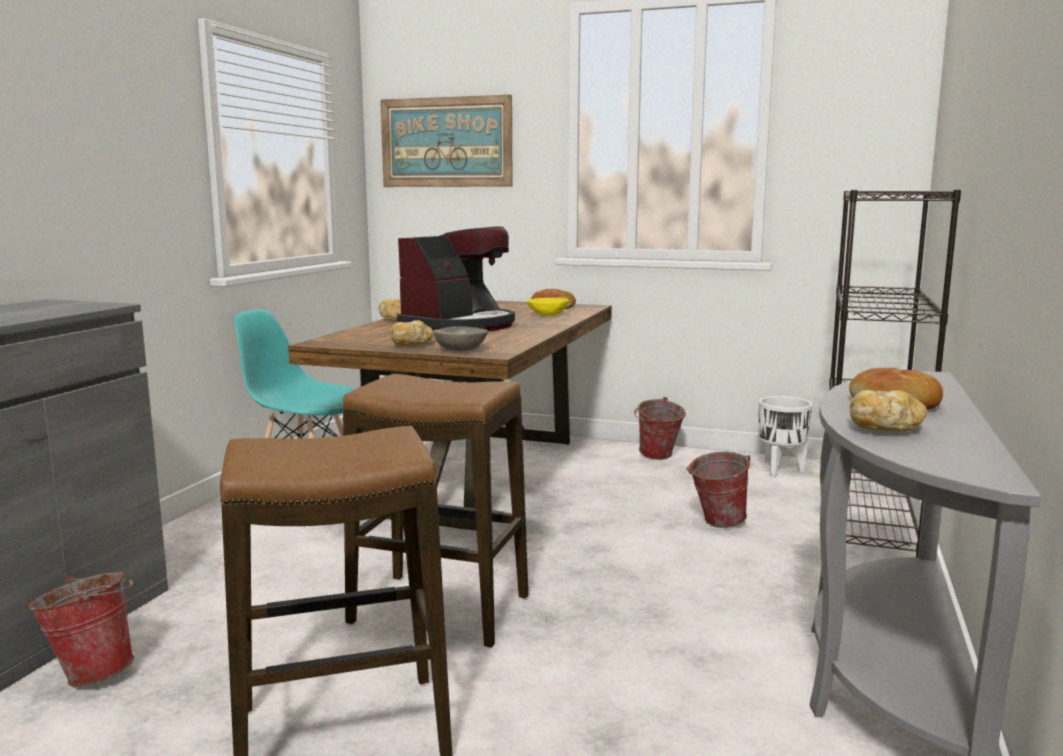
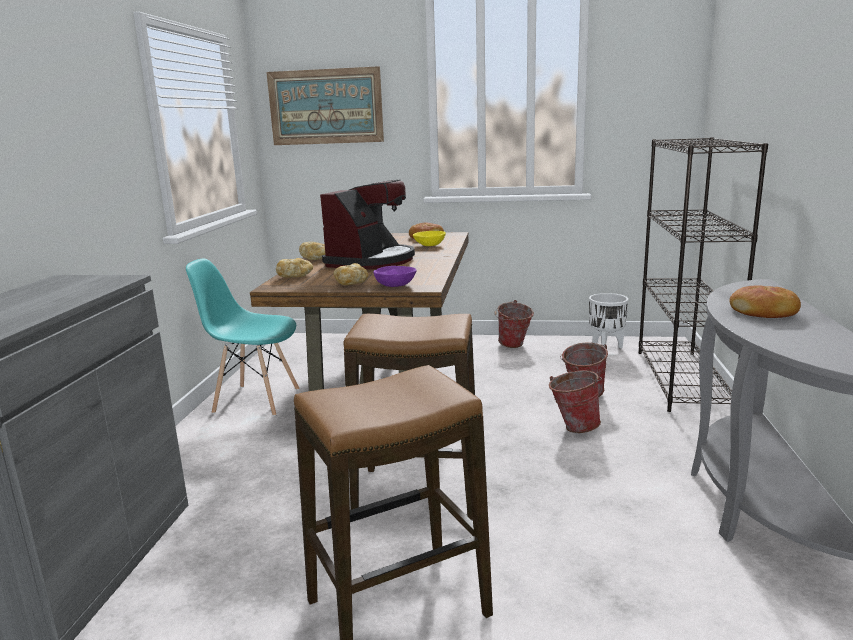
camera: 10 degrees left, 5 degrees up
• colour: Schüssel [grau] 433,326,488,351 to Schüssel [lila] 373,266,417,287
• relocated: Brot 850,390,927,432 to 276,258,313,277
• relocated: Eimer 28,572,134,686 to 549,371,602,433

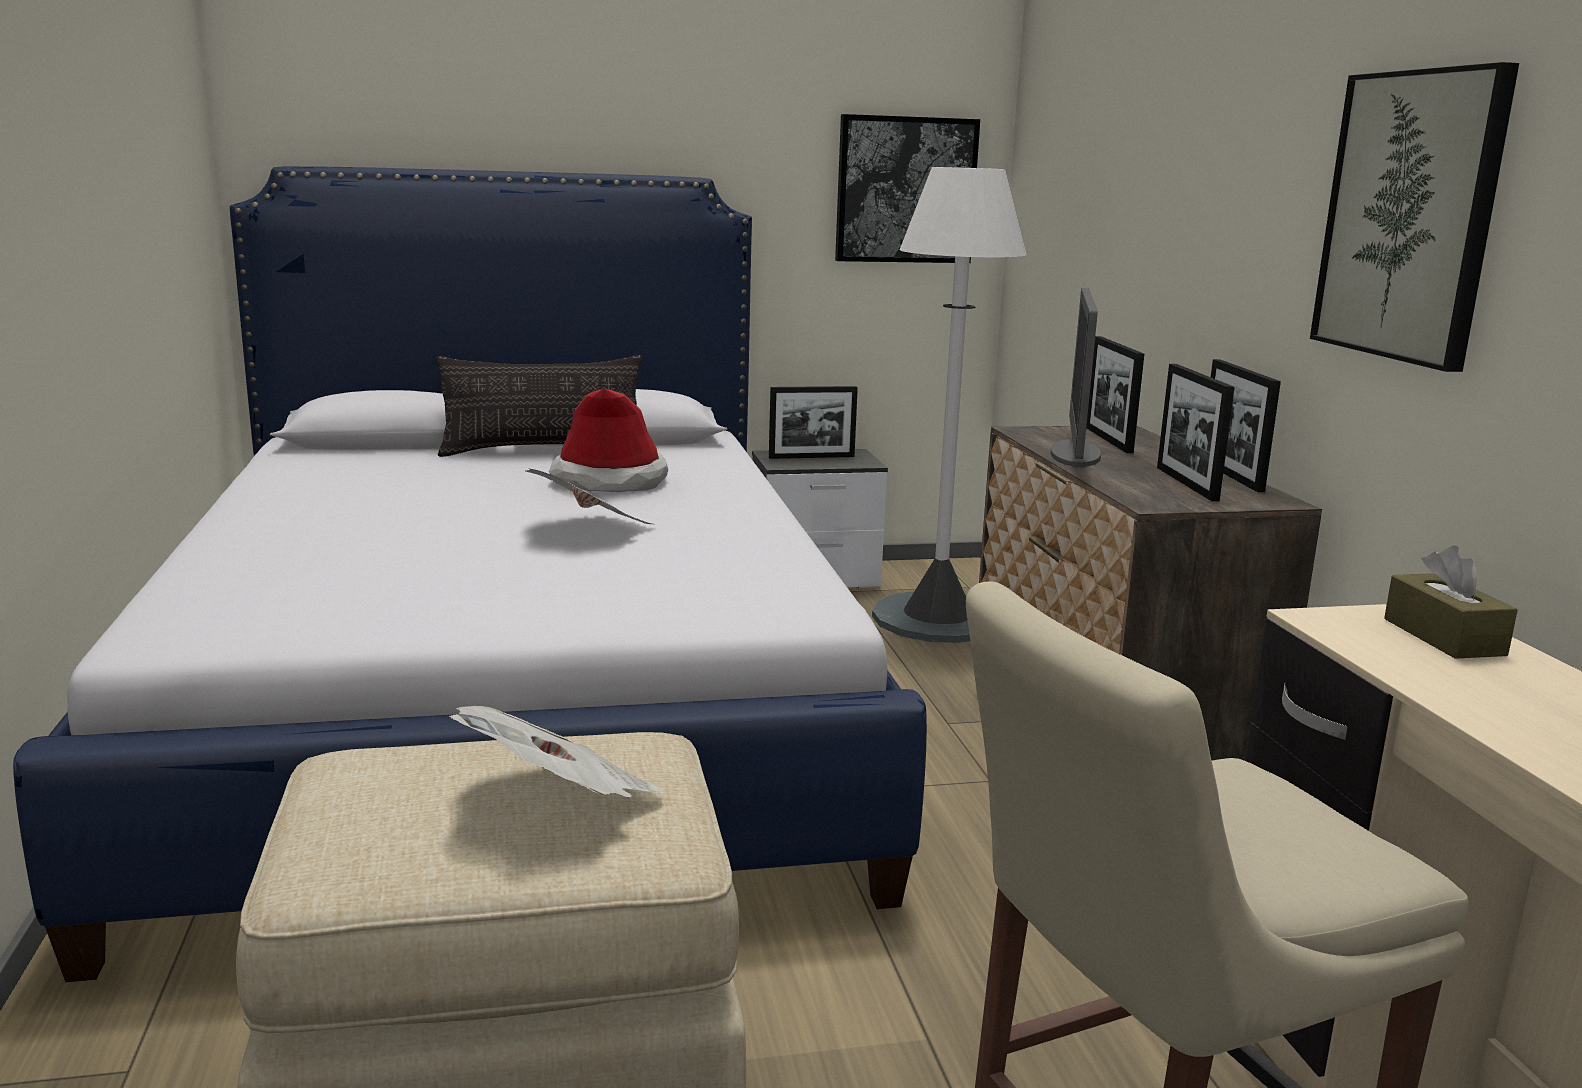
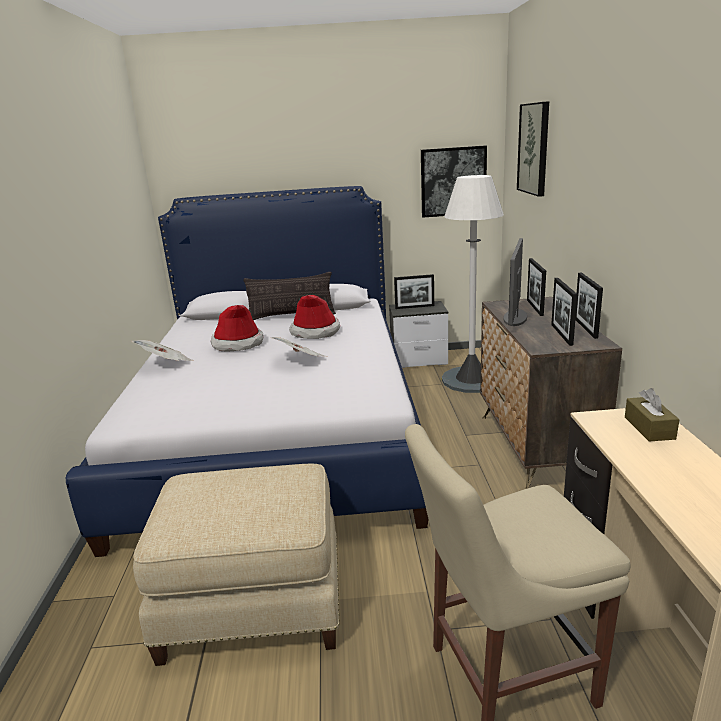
camera: 10 degrees right, 5 degrees up
• relocated: Bild 1310,62,1519,372 to 517,101,549,197
• relocated: Zeitung 449,706,664,798 to 131,340,194,361
• appeared: Hut 211,305,264,352

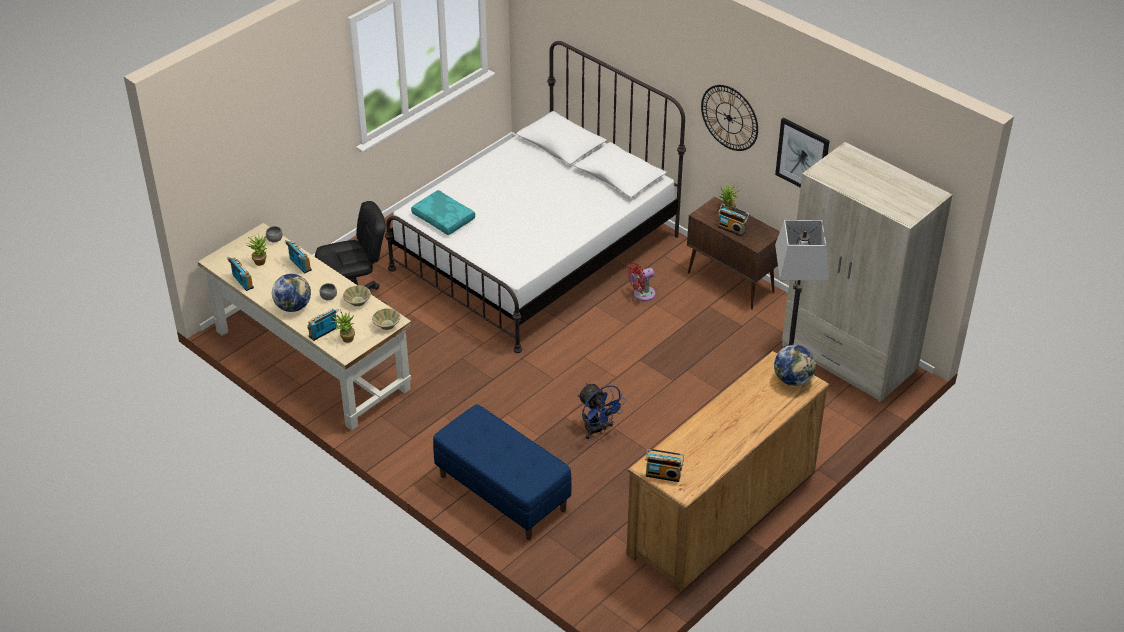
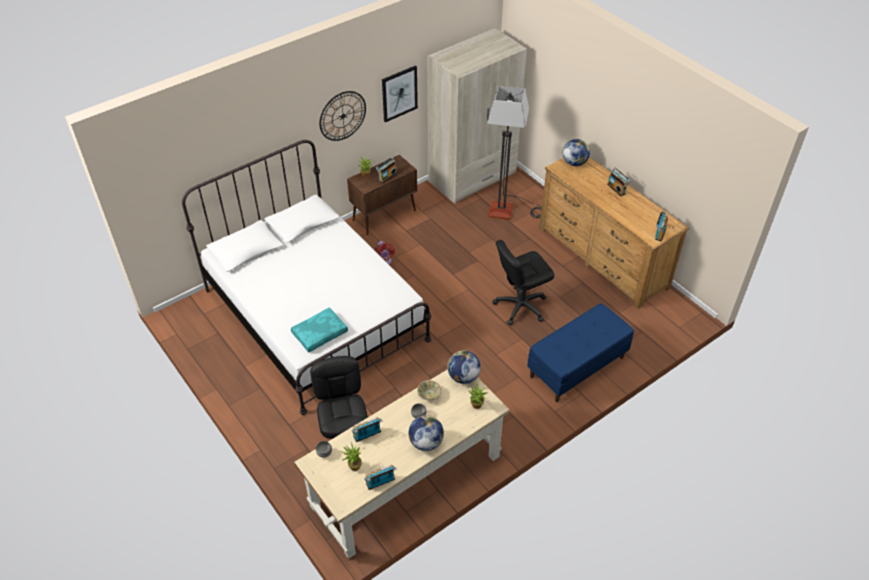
camera: 80 degrees left, 5 degrees up
• exchanged: Schüssel [beige] 372,308,400,330 to Globus 447,350,481,384
• relocated: Radio 307,309,339,341 to 607,168,631,196
• exchanged: Ventilator [blau] 578,383,626,439 to Bürostuhl [schwarz] 492,240,554,325

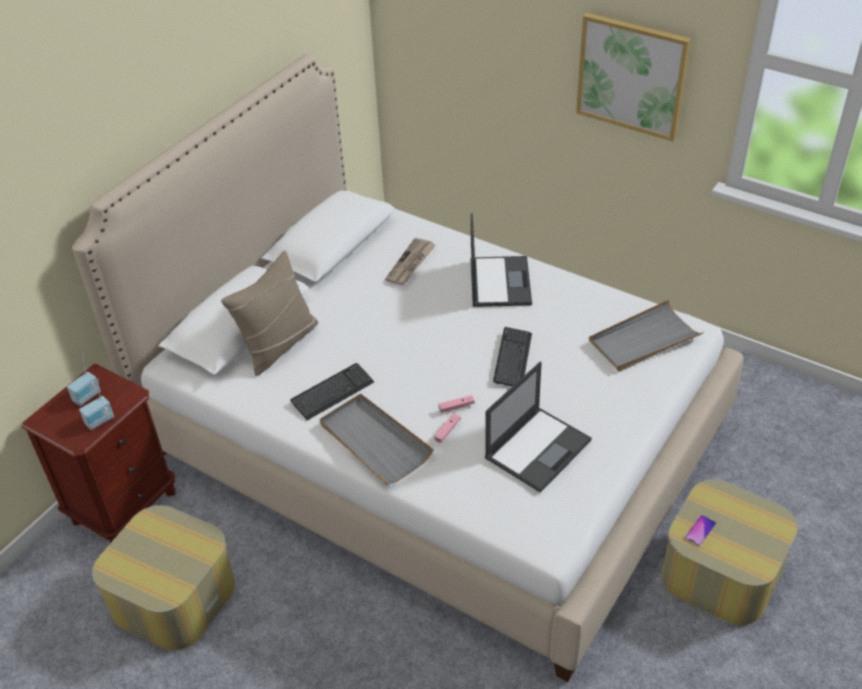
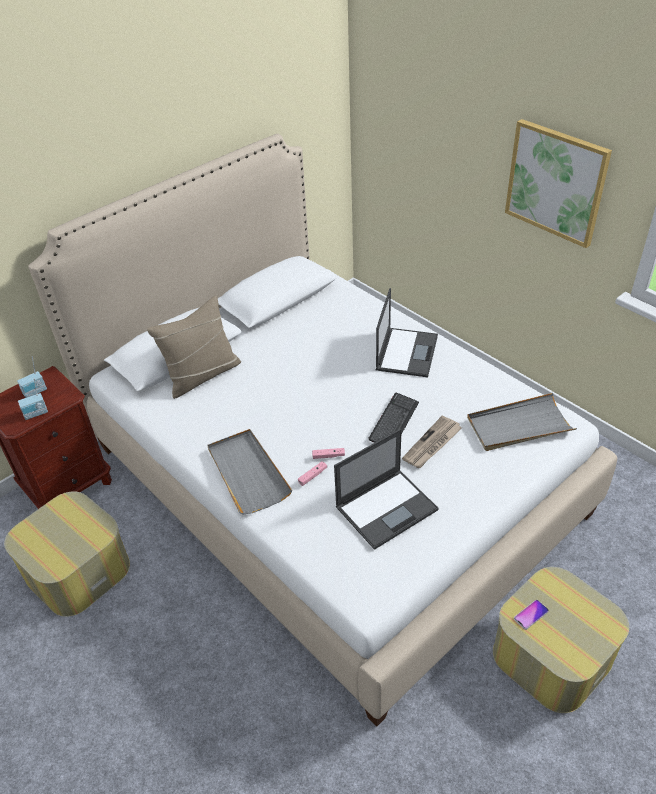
camera: 15 degrees right, 0 degrees up
• relocated: Zeitung 385,238,435,285 to 402,415,462,468
• missing: Tastatur 290,363,374,420

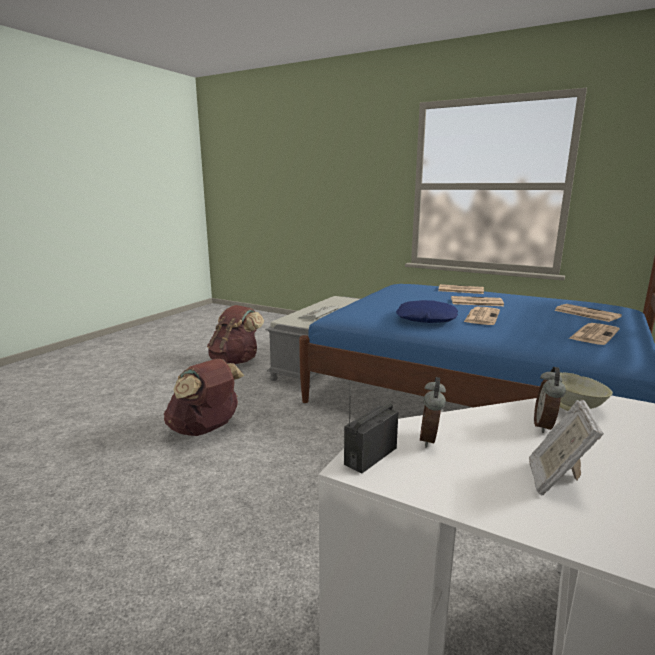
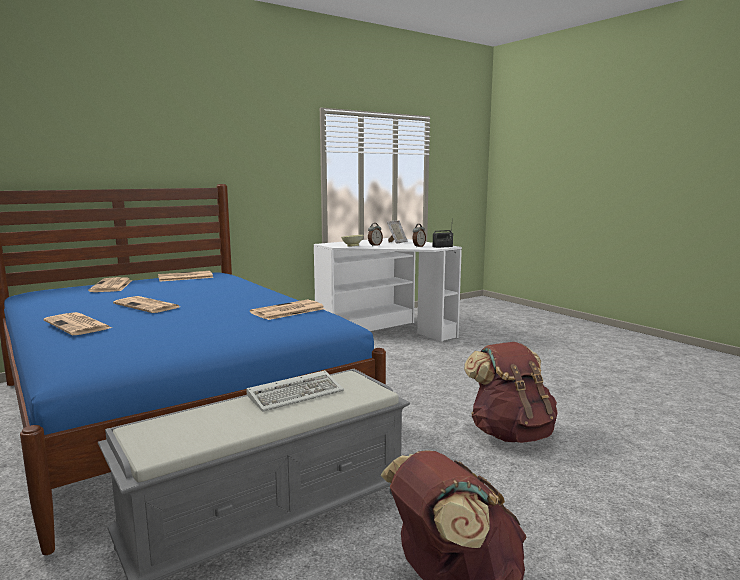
camera: 155 degrees left, 5 degrees down
• missing: Kissen [blau] 396,300,458,323
• relocated: Zeitung 464,307,500,325 to 250,299,325,320

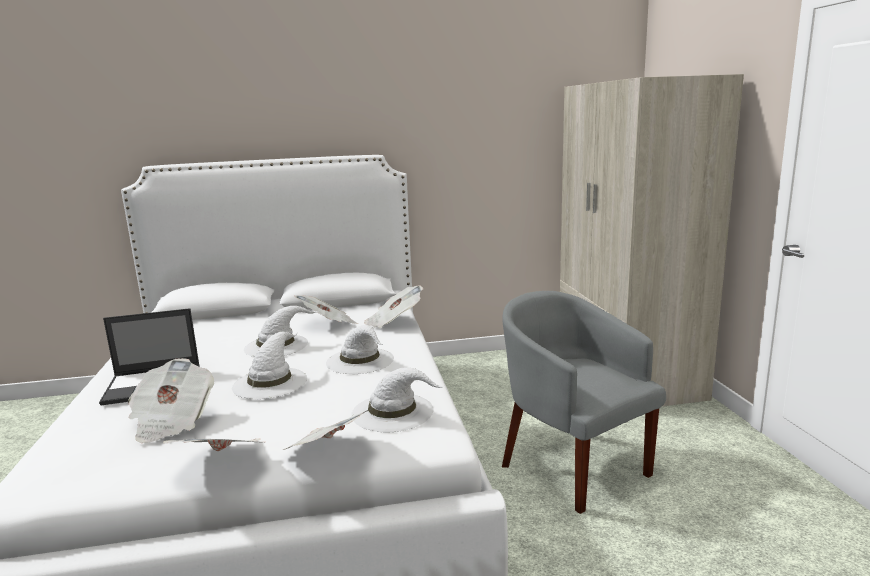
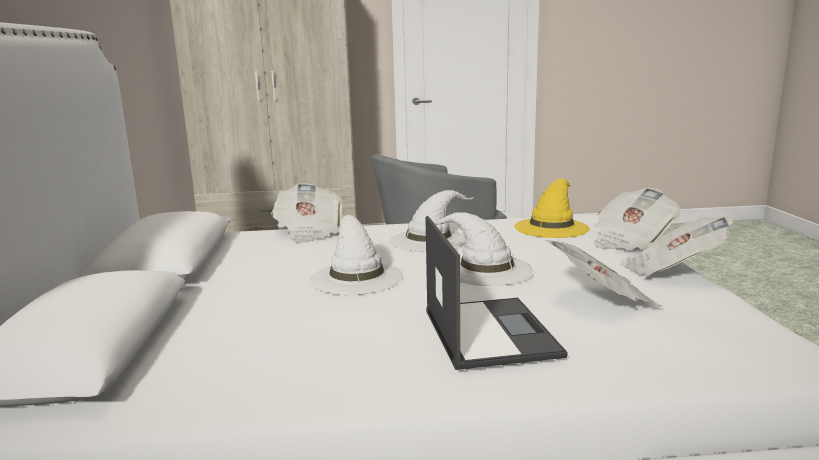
camera: 85 degrees left, 0 degrees up
• missing: Zeitung 294,295,358,324
• colour: Hut [weiß] 351,368,445,433 to Hut [gelb] 515,179,590,238

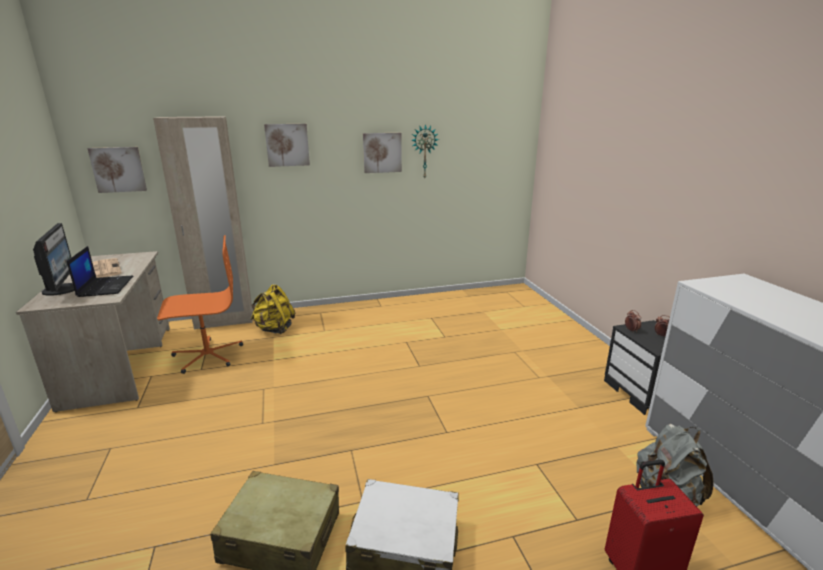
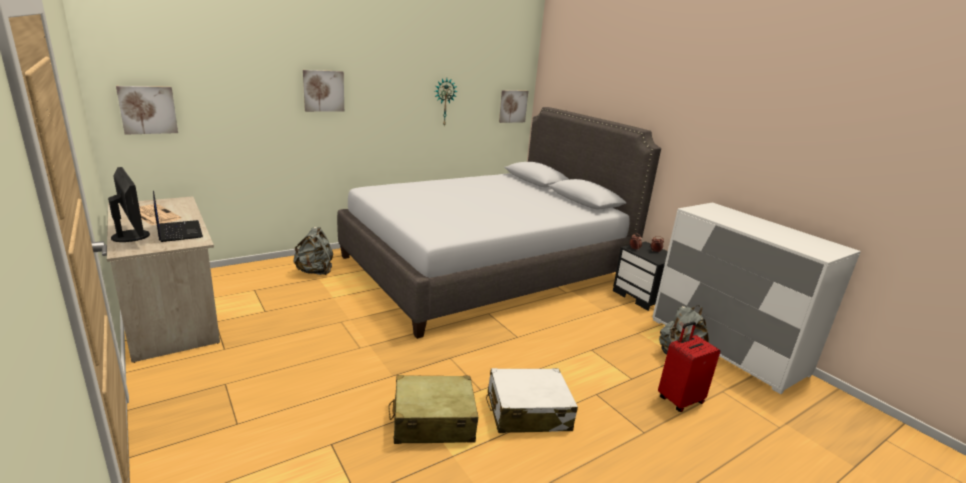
camera: 20 degrees left, 0 degrees up
• missing: Kleiderschrank [beige] 153,116,253,330
• relocated: Bild 363,133,402,173 to 499,90,528,123
• missing: Bürostuhl [orange] 157,235,243,374
• colour: Rucksack [gelb] 250,284,295,334 to Rucksack [grau] 293,227,333,275
• appeared: Bett [grau] 337,107,661,339

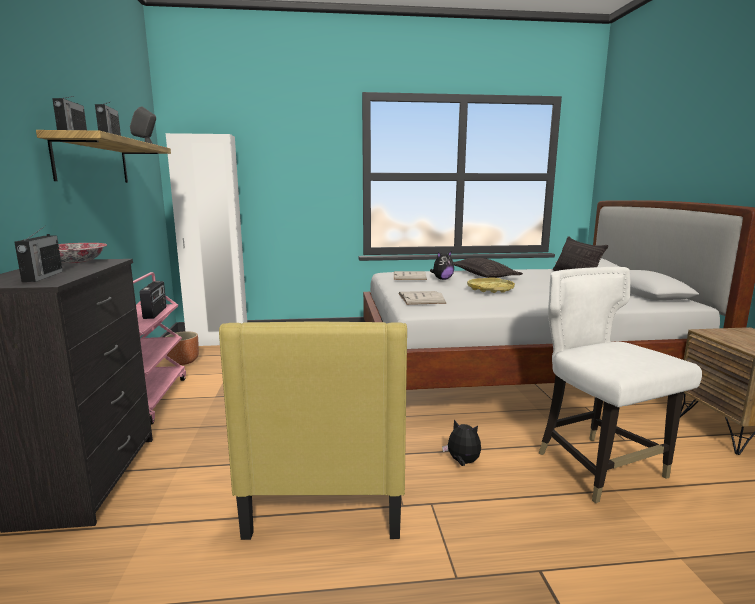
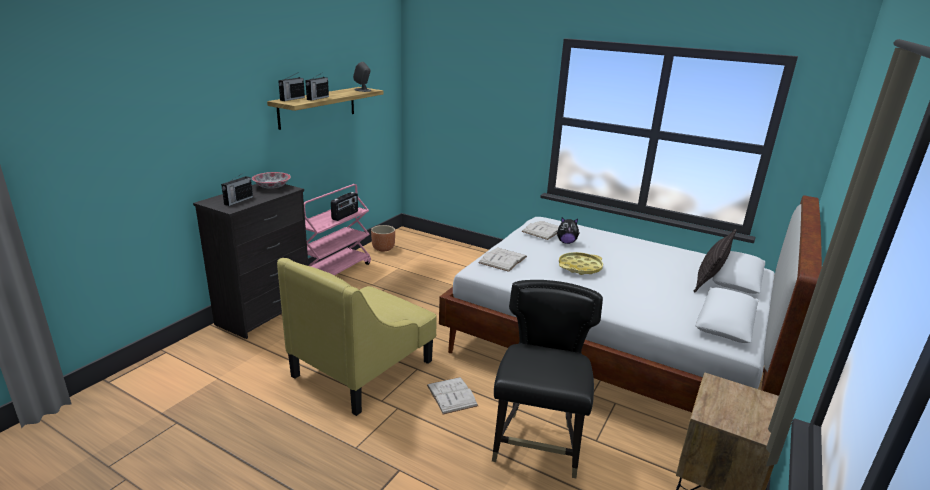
camera: 35 degrees right, 10 degrees up
• missing: Kleiderschrank [weiß] 166,133,247,346
• missing: Kissen 454,258,523,278
• colour: Stuhl [weiß] 539,267,702,503 to Stuhl [schwarz] 492,280,603,479
• exchanged: Plüschtier 442,419,481,466 to Buch [weiß] 427,377,478,414

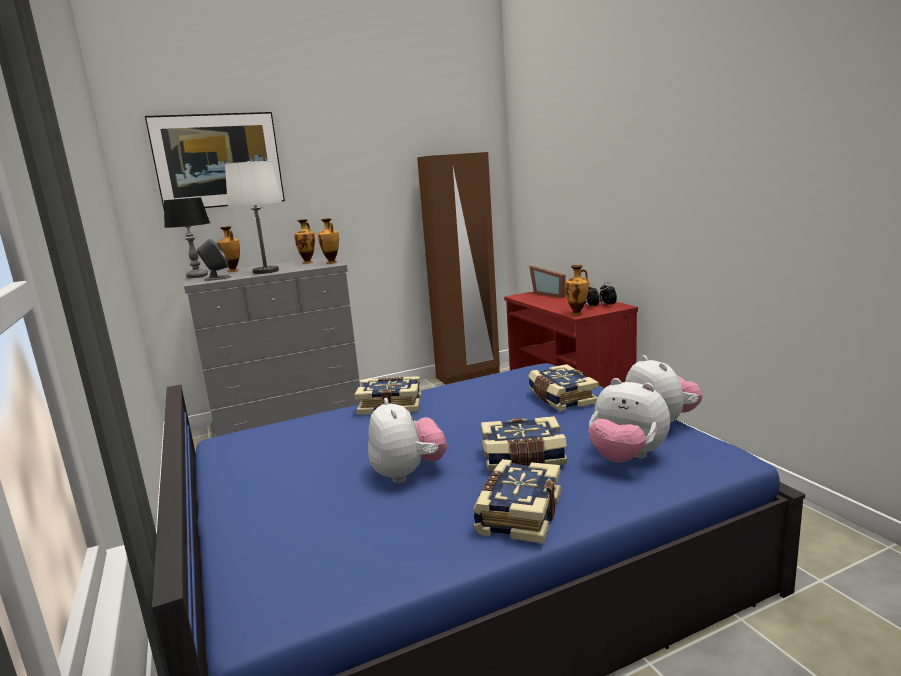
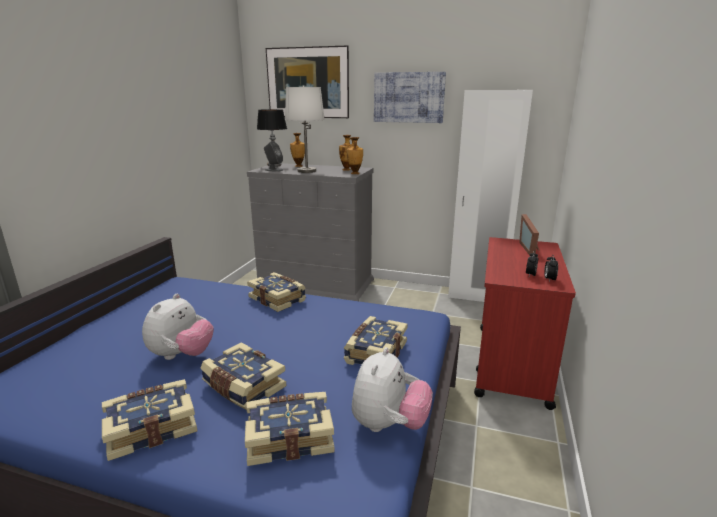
camera: 40 degrees right, 5 degrees up
• colour: Kleiderschrank [braun] 417,152,500,385 to Kleiderschrank [weiß] 448,90,533,302
• missing: Vase 565,265,589,316
• exchanged: Plüschtier 588,378,670,463 to Buch 245,392,335,466
• appeared: Bild 374,72,446,123

